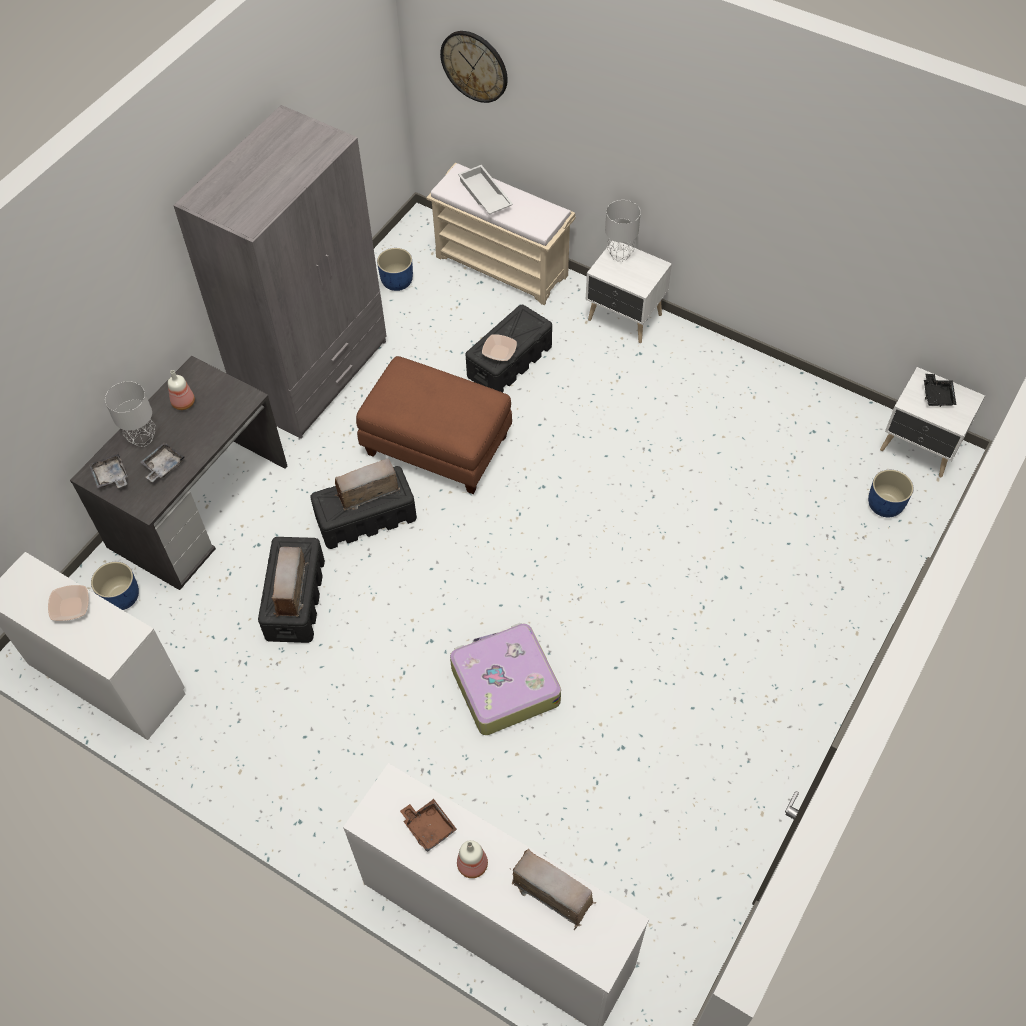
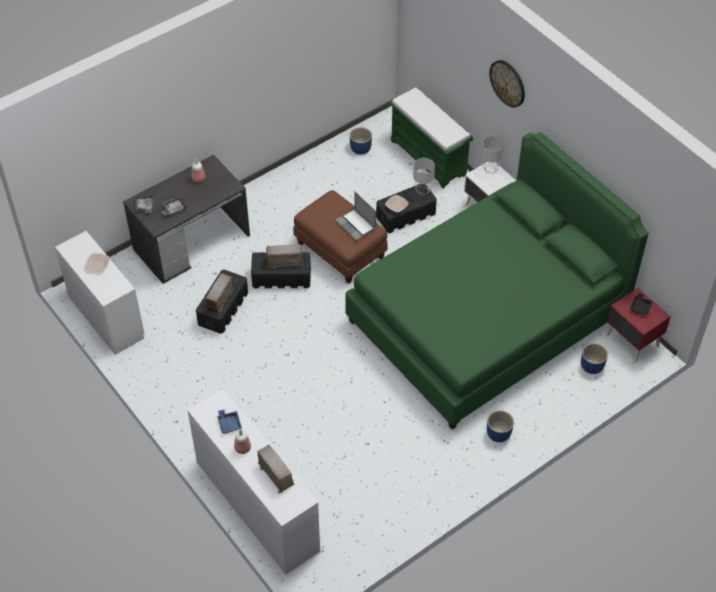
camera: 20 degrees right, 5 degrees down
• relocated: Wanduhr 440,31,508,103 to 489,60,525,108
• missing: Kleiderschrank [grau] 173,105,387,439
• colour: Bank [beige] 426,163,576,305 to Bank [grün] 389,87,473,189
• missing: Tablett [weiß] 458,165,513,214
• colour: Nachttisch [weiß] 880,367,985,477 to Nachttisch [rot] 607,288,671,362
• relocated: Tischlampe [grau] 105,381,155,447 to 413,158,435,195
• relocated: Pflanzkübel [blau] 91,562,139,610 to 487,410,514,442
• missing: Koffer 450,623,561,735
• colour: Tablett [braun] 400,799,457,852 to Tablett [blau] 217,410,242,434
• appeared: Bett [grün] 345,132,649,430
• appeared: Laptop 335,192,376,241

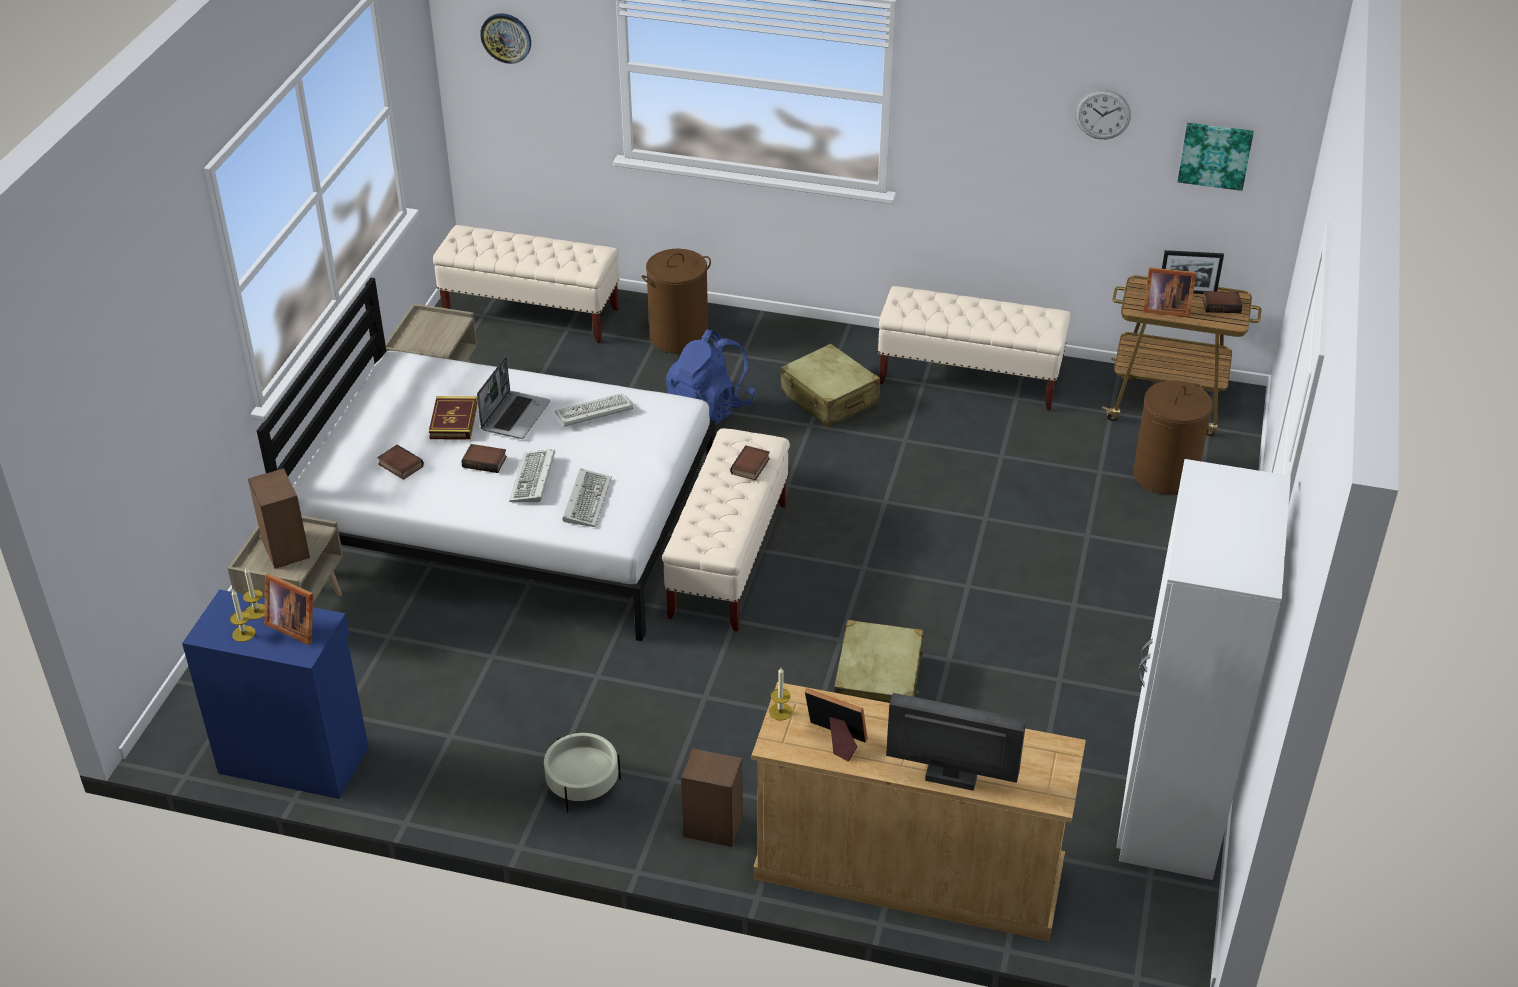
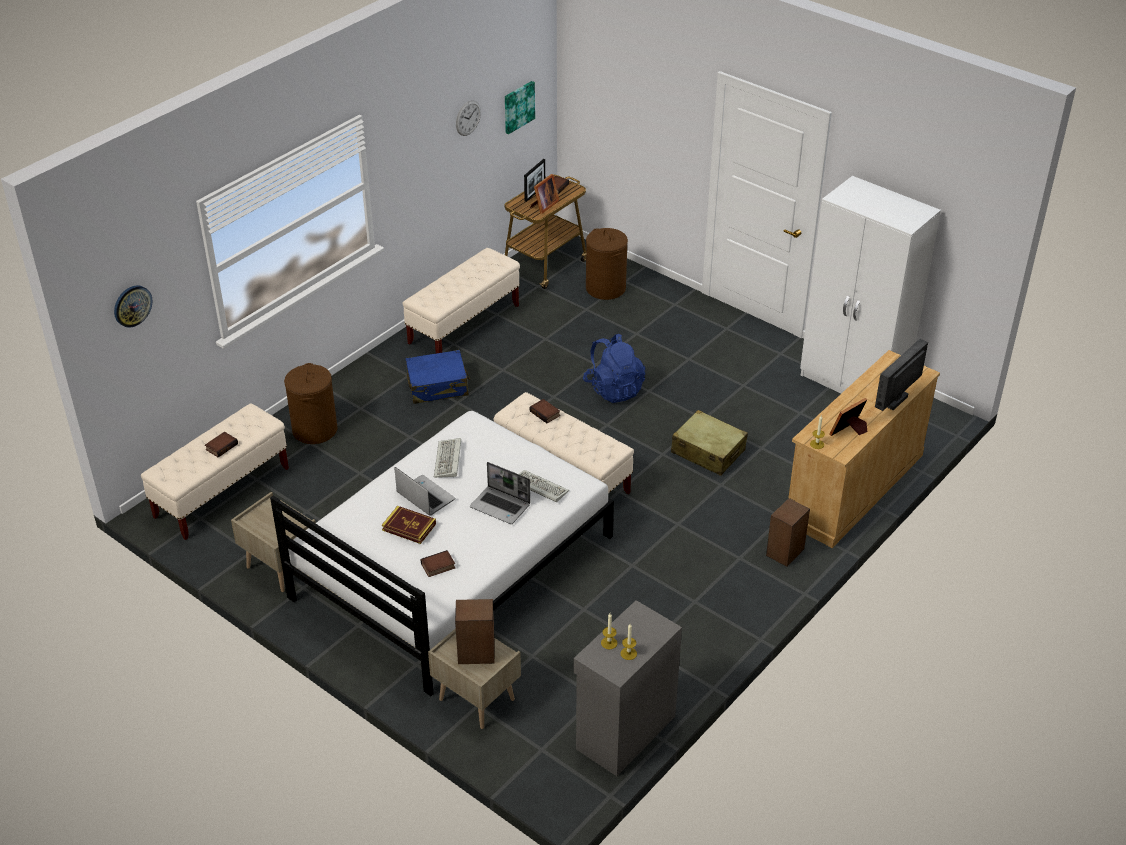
camera: 65 degrees left, 0 degrees up
• relocated: Rucksack [blau] 666,329,756,425 to 583,334,645,403
• colour: Koffer [beige] 780,343,880,428 to Koffer [blau] 405,350,470,404
• relocated: Buch 461,444,507,473 to 205,432,238,457
• exchanged: Tastatur 509,449,555,503 to Laptop 470,462,530,524
• missing: Bilderrahmen 264,573,313,645
• colour: Schrank [blau] 182,590,369,799 to Schrank [grau] 573,600,682,776
• missing: Pflanzkübel [beige] 544,733,621,812

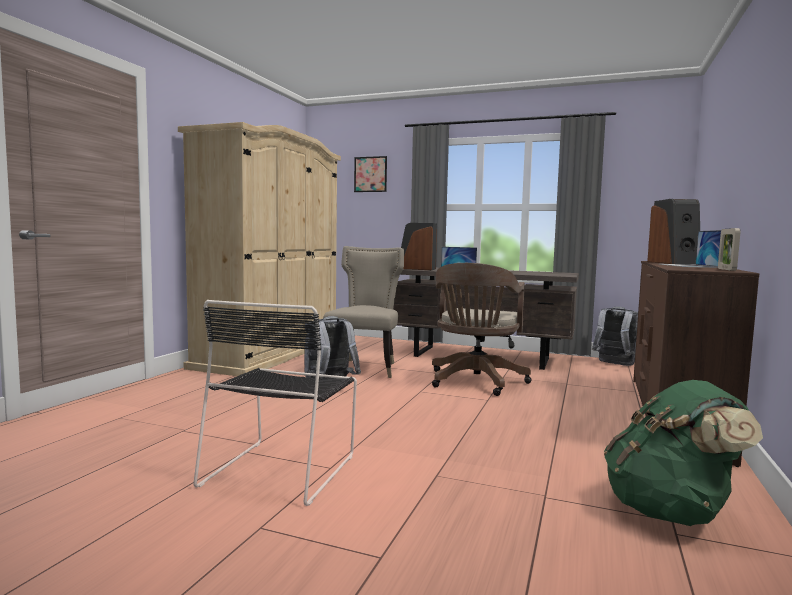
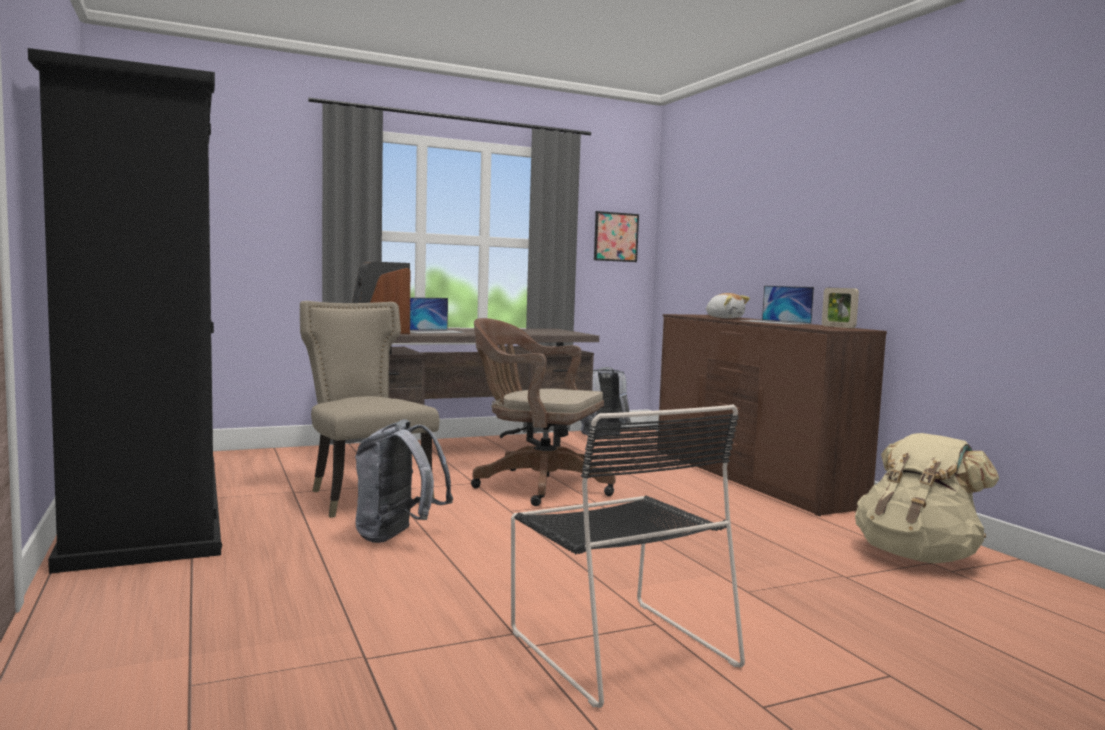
camera: 45 degrees left, 0 degrees up
• colour: Kleiderschrank [beige] 178,122,341,376 to Kleiderschrank [schwarz] 28,48,222,574
• relocated: Bild 354,156,387,192 to 594,211,639,262
• exchanged: Lautsprecher 647,199,700,265 to Plüschtier 705,293,750,318
• spun: Bürostuhl [braun] 432,263,532,396 = 471,318,616,506 135 degrees clockwise
• colour: Rucksack [grün] 604,380,763,526 to Rucksack [beige] 855,433,999,563

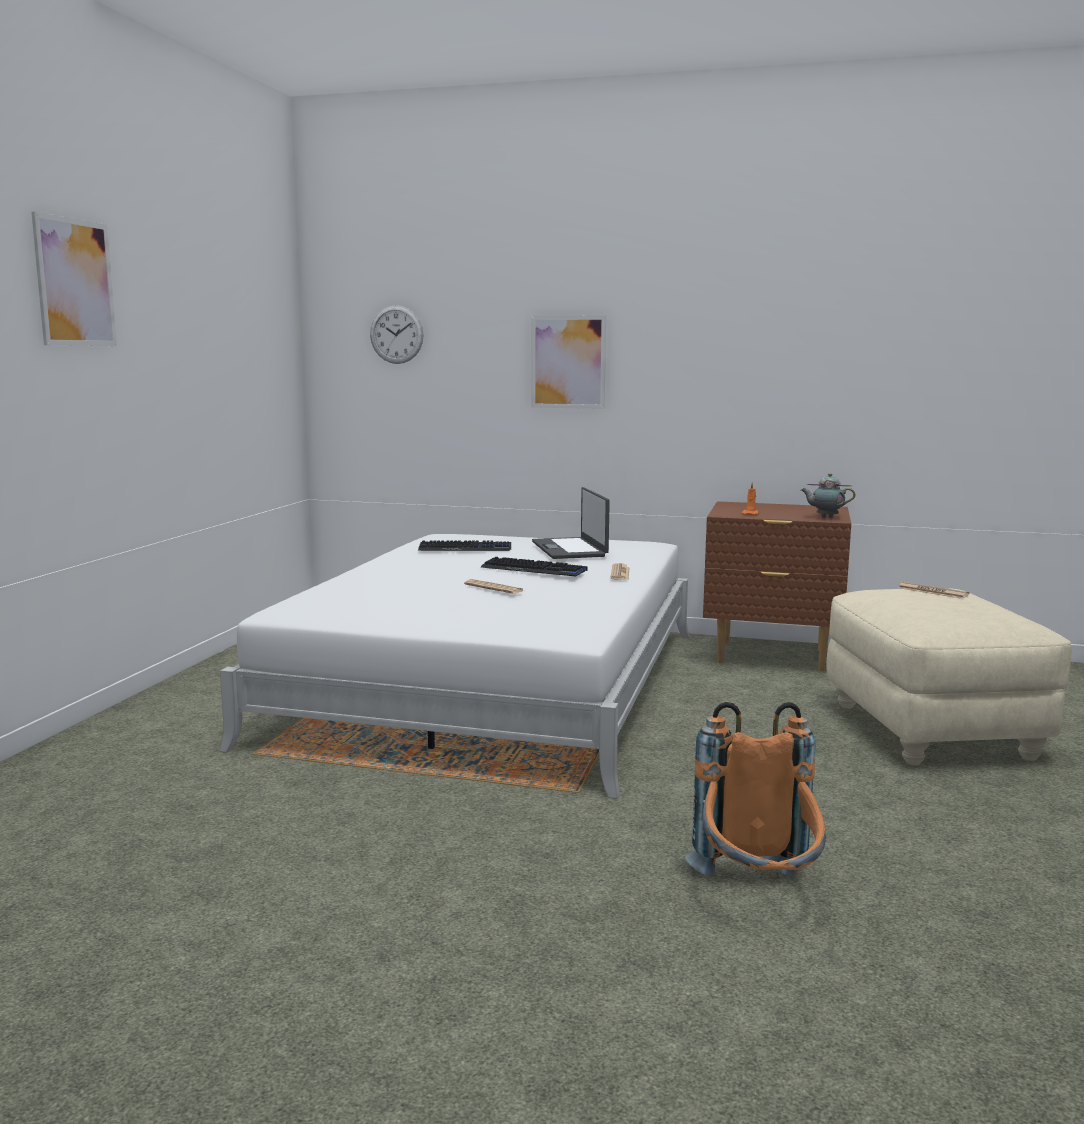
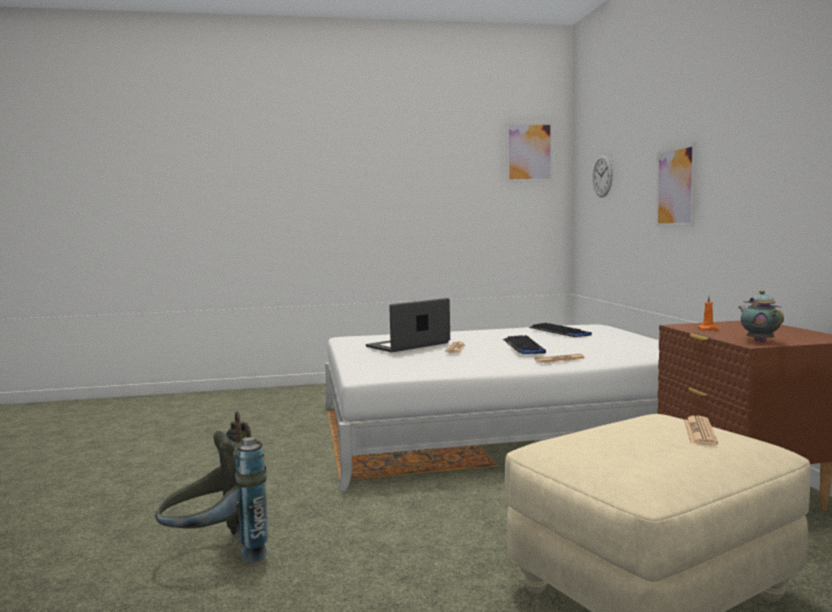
camera: 65 degrees right, 5 degrees down
• relocated: Bild 31,212,117,346 to 506,122,553,182
• relocated: Laptop 532,487,610,559 to 366,298,450,353
• colour: Rucksack [orange] 685,702,826,877 to Rucksack [grau] 155,411,268,562

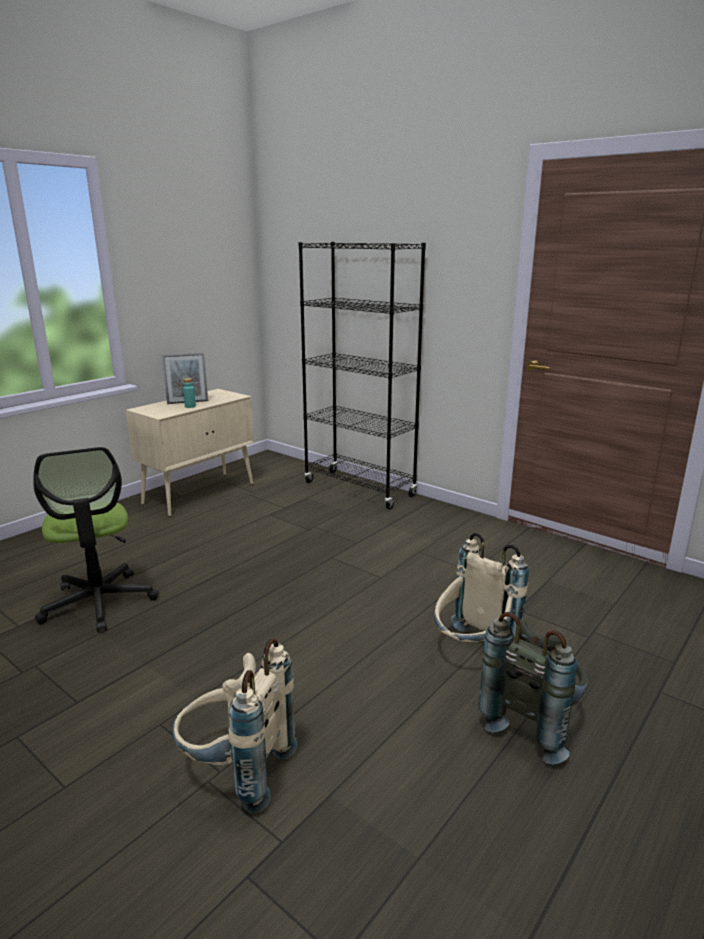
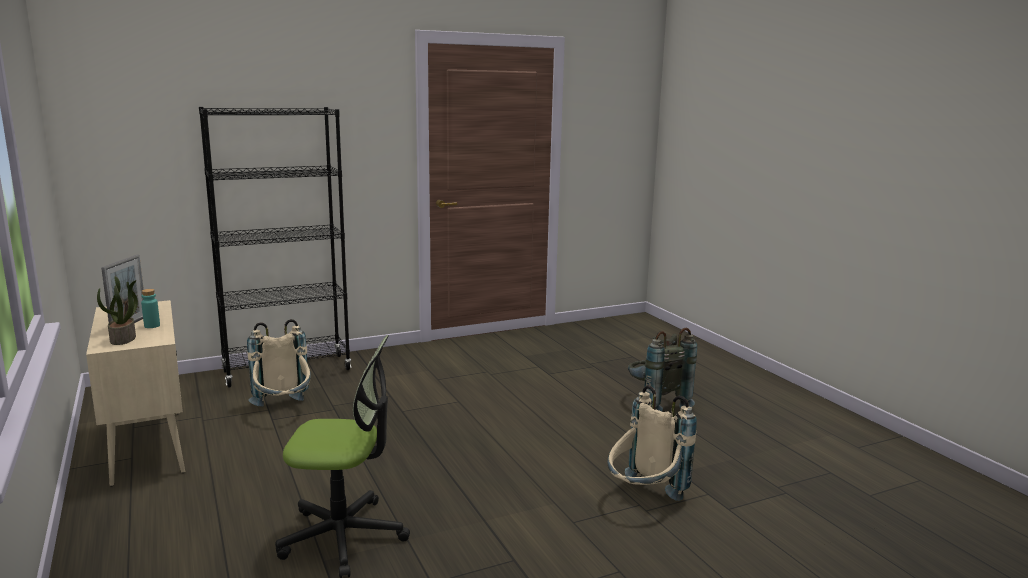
camera: 65 degrees left, 5 degrees down
• relocated: Rucksack [beige] 434,533,529,642 to 247,319,311,407
• appeared: Topfpflanze 97,276,138,345

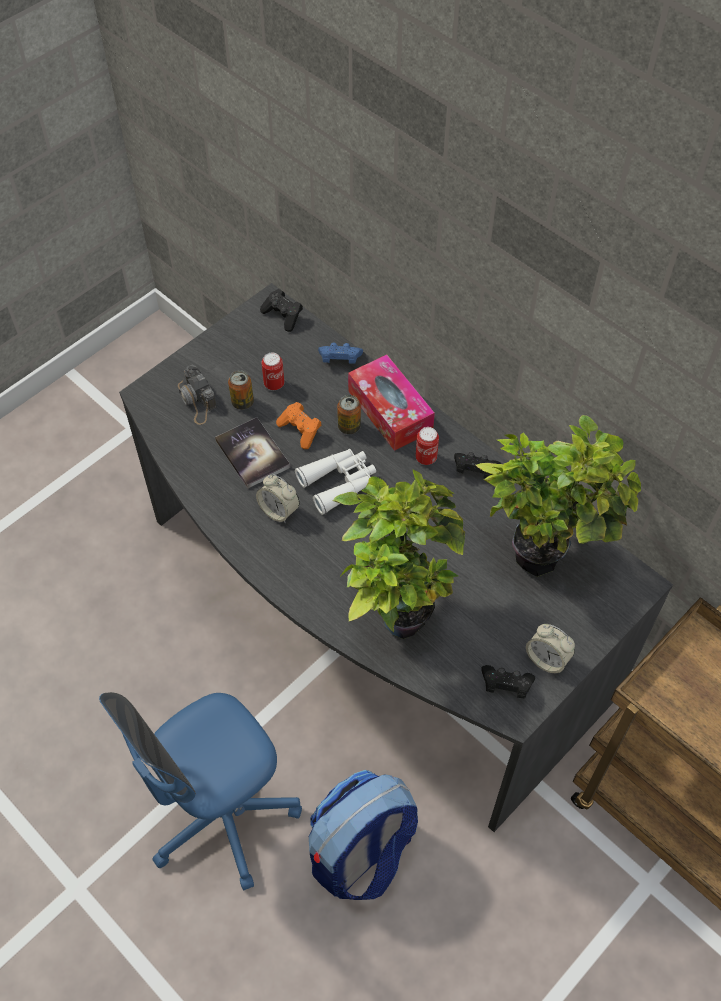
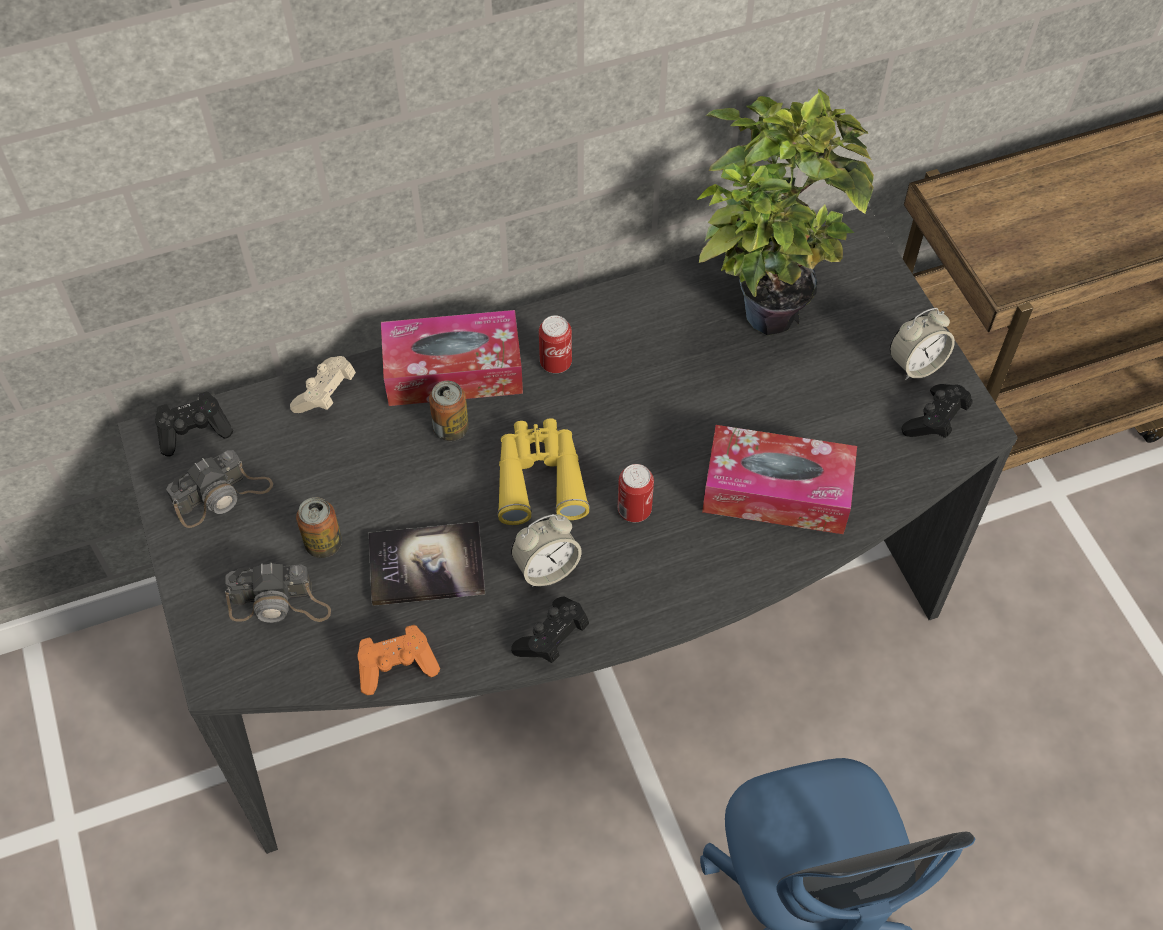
camera: 65 degrees left, 0 degrees up
• colour: Gamepad [blau] 318,343,363,364 to Gamepad [beige] 290,356,356,413
• relocated: Dose 262,353,284,390 to 618,464,654,522
• relocated: Gamepad [orange] 276,402,322,449 to 357,625,440,695
• colour: Fernglas [weiß] 295,449,376,515 to Fernglas [gelb] 498,418,590,525
• relocated: Gamepad [schwarz] 454,452,501,478 to 511,597,589,663
• exchanged: Topfpflanze 333,469,465,639 to Taschentuchbox 702,425,857,534
• missing: Rucksack 309,770,418,900
• appeared: Kamera 166,450,273,528

